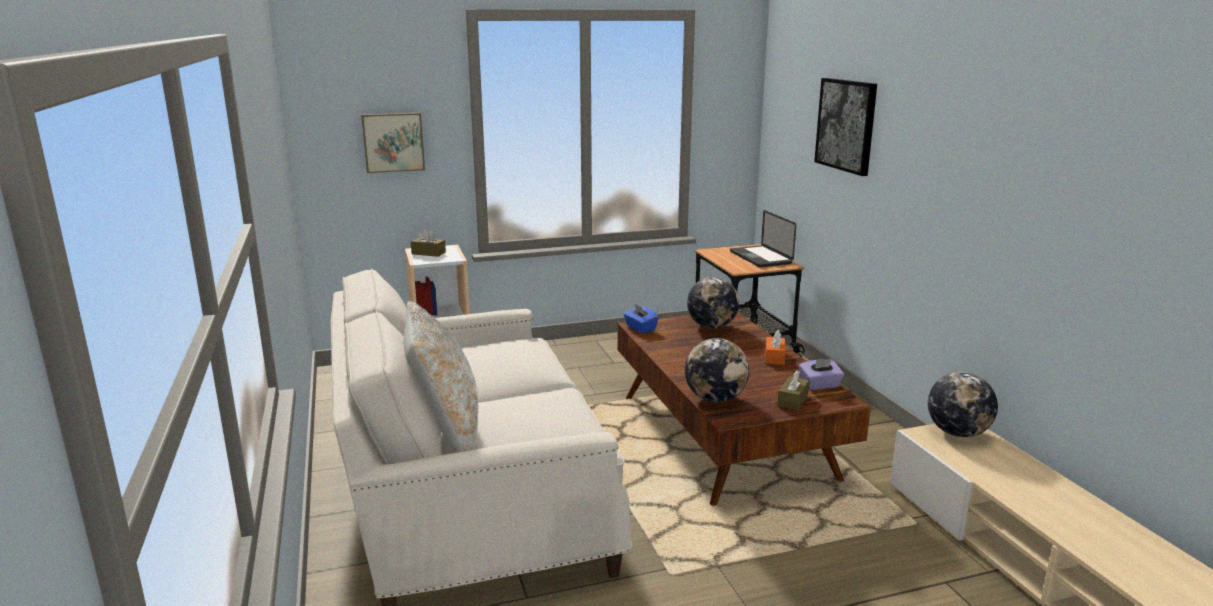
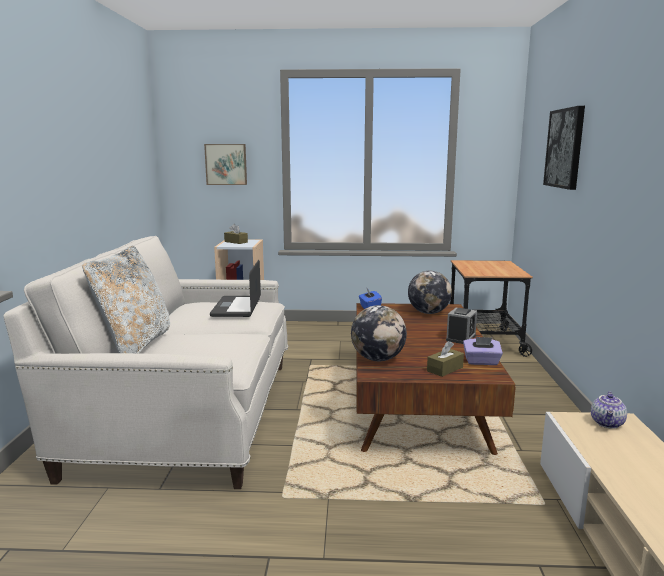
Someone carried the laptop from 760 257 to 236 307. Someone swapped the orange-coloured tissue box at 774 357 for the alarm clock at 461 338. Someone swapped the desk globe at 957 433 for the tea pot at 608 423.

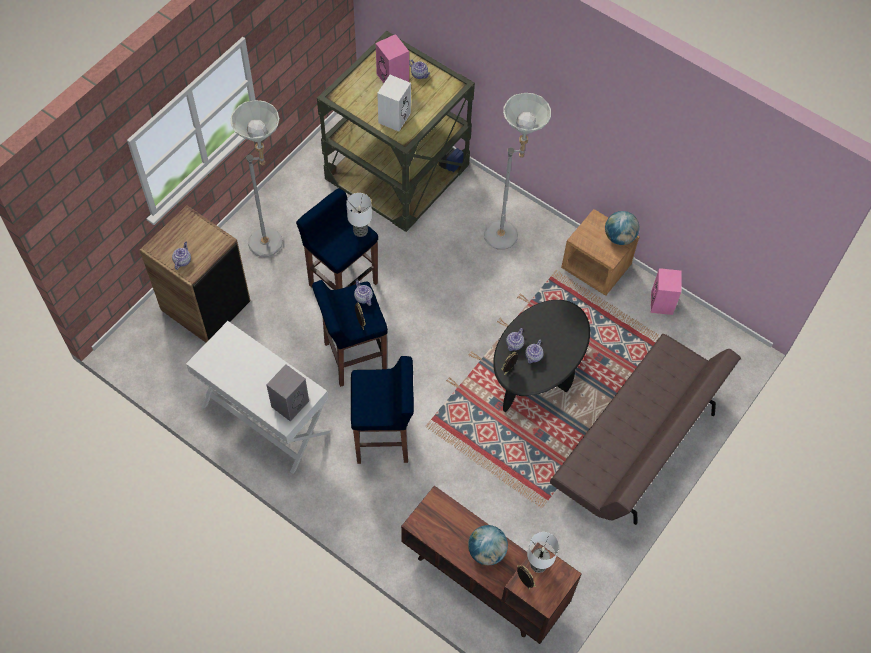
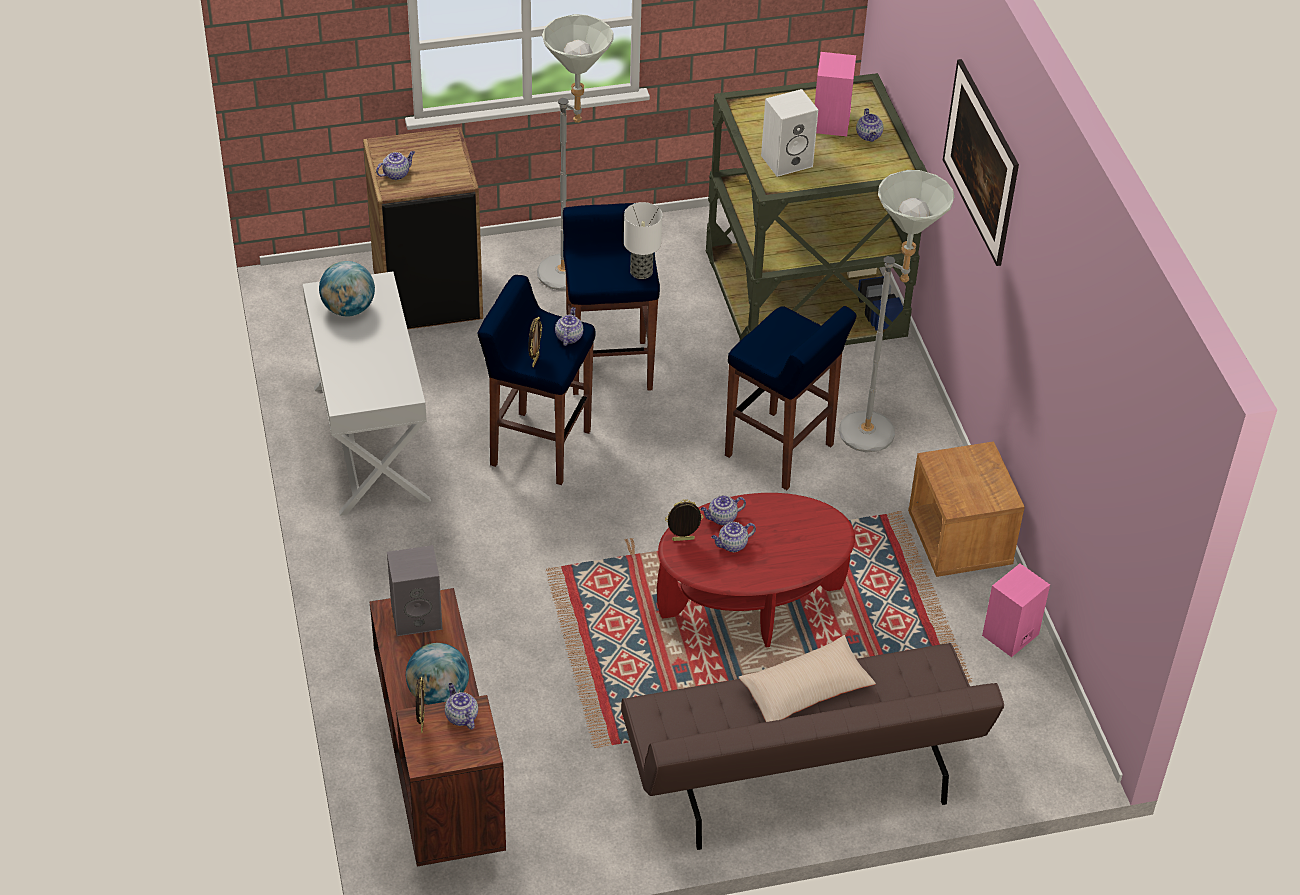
Someone carried the desk globe from 619 237 to 348 309. Someone repainted the blackish coffee table at 537 372, which became the reddish coffee table at 751 603. Someone carried the blue stool from 383 438 to 780 451. Someone carried the greyish speaker from 290 403 to 418 616. Someone swapped the table lamp at 538 564 for the tea pot at 461 716. Someone put up the picture at 977 186. Someone put down the beige-coloured cushion at 806 690.

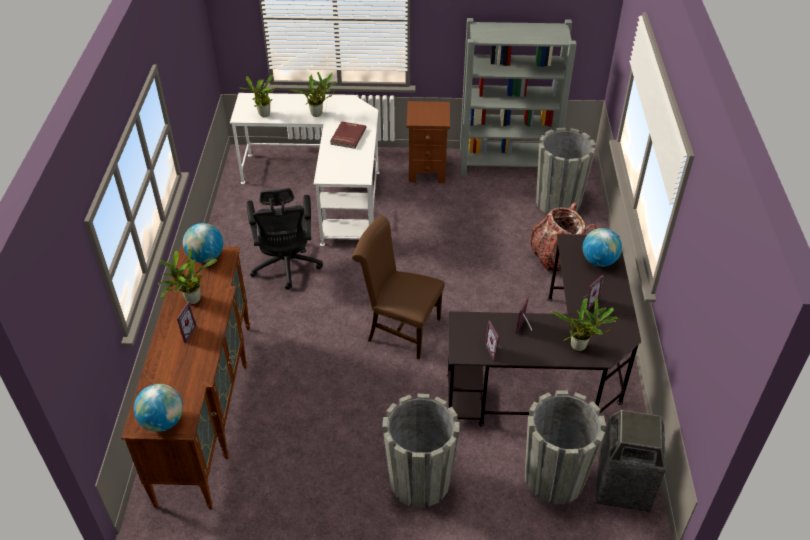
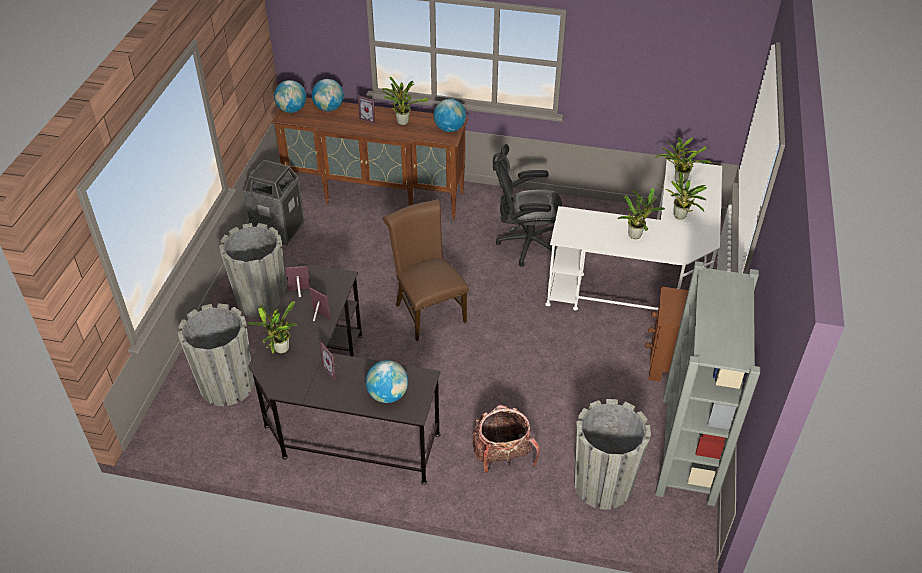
Someone swapped the reddish book at 347 136 for the potted plant at 636 235. Someone rotated the brown-coloured plain chair at 399 329 by 60 degrees counterclockwise. Someone carried the trash can from 622 486 to 279 229. Someone put down the desk globe at 329 108.

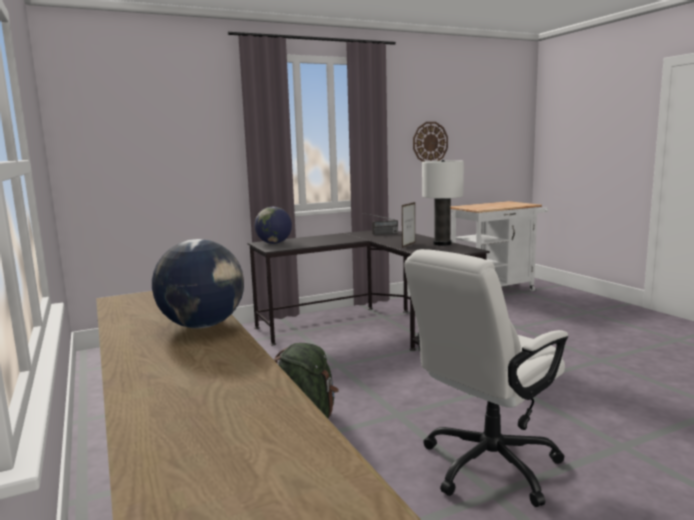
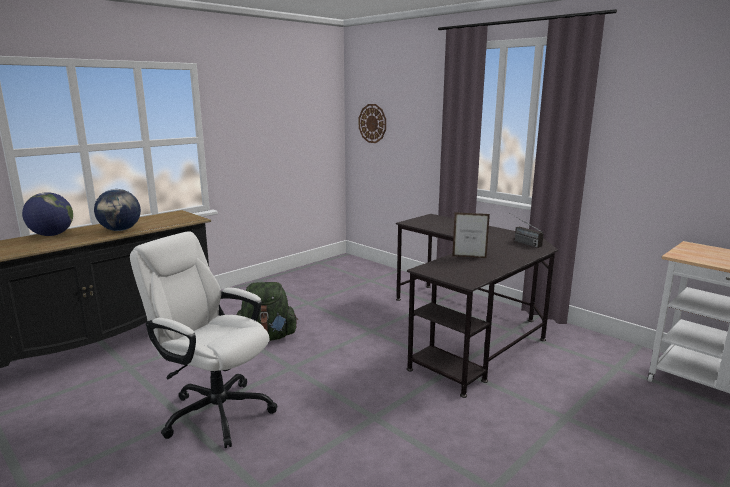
Someone carried the wall clock from 430 142 to 372 123. Someone took away the whitish table lamp at 442 244. Someone carried the desk globe from 274 243 to 52 235.

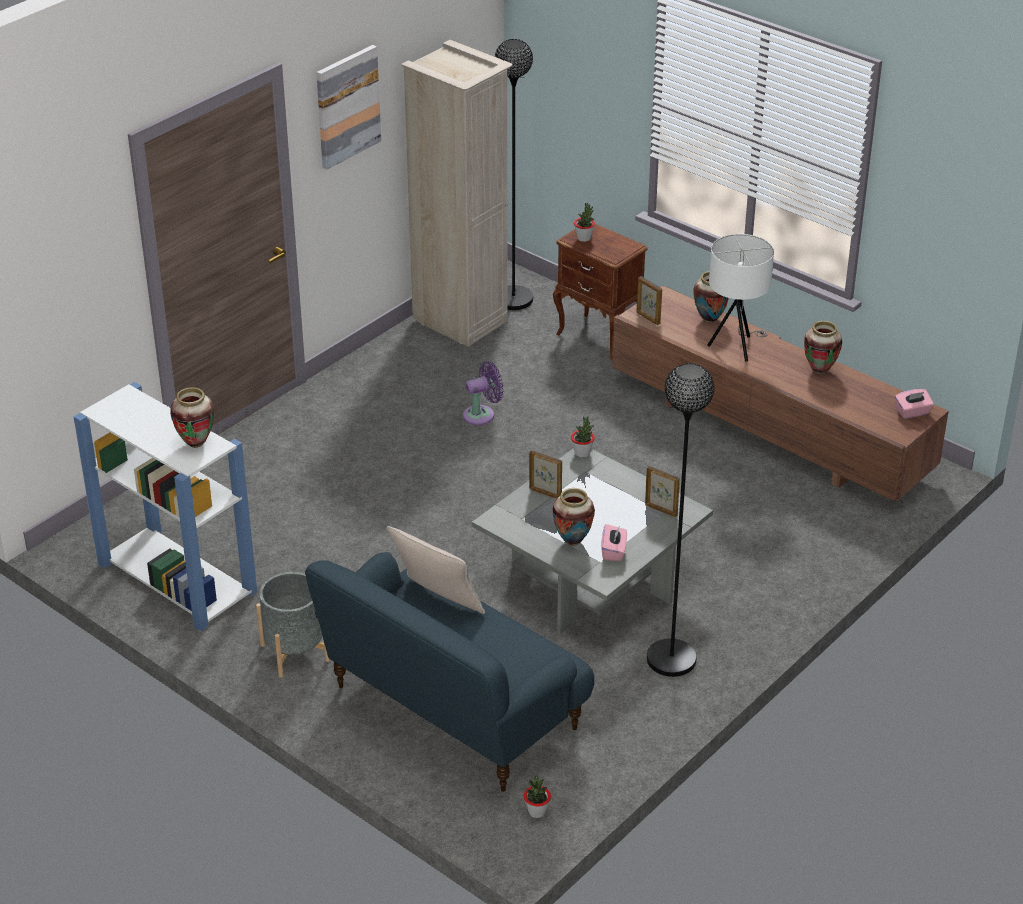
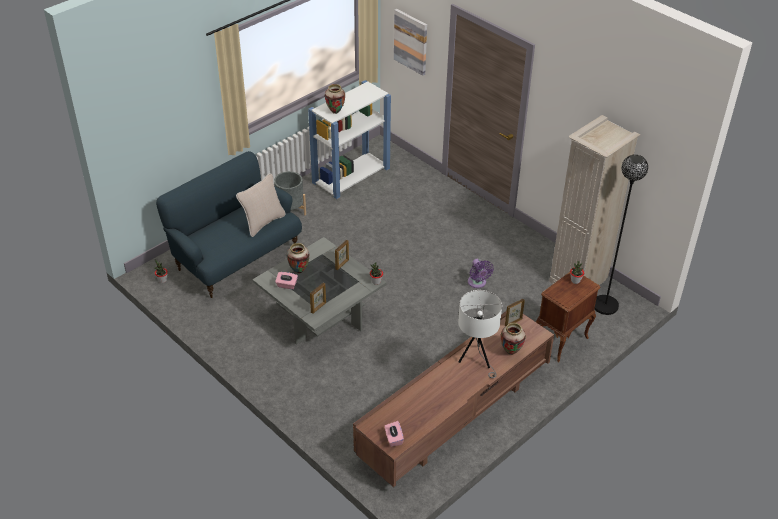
Someone carried the picture from 347 106 to 411 41. Someone took away the flower vase at 820 370. Someone took away the blackish floor lamp at 671 659.

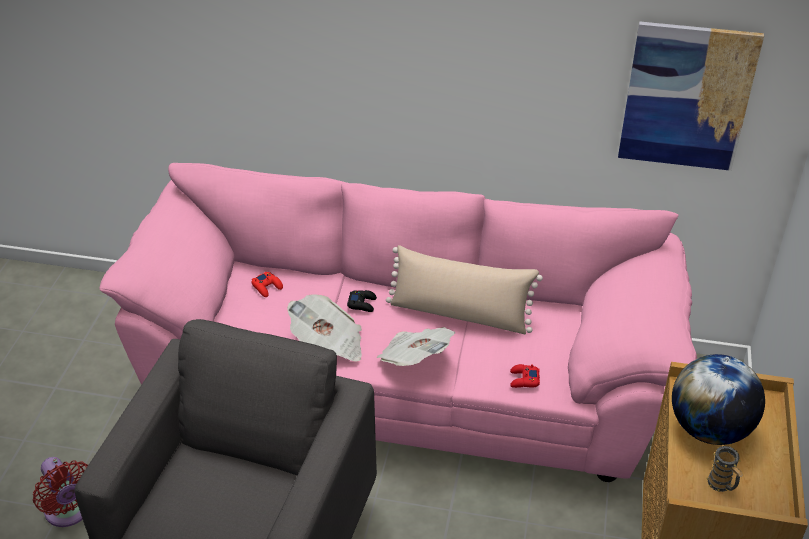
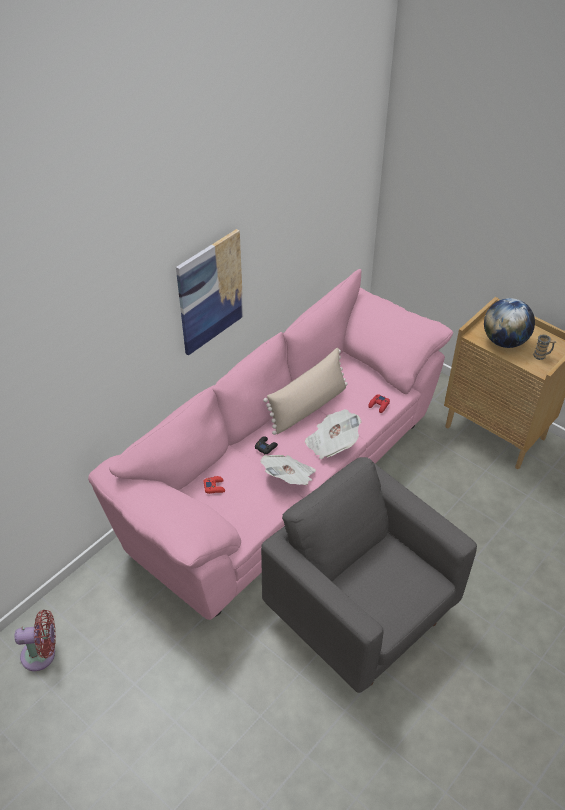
Someone carried the picture from 687 97 to 210 292. Someone carried the reddish fan from 70 512 to 42 655.

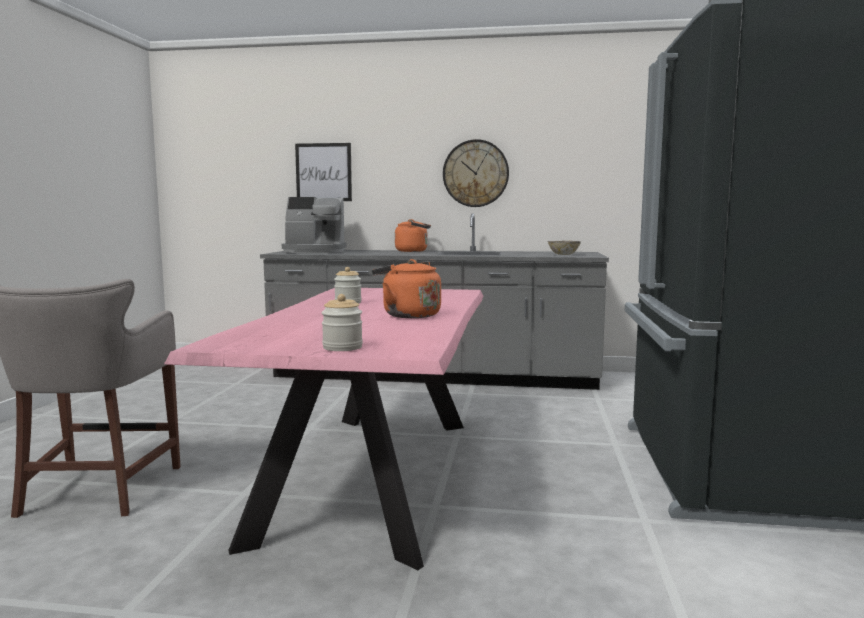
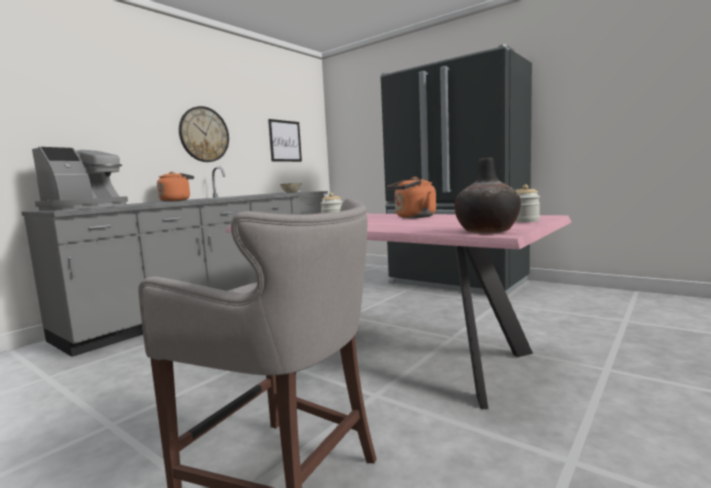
Someone carried the picture from 323 172 to 285 141. Someone put down the flower vase at 487 231.

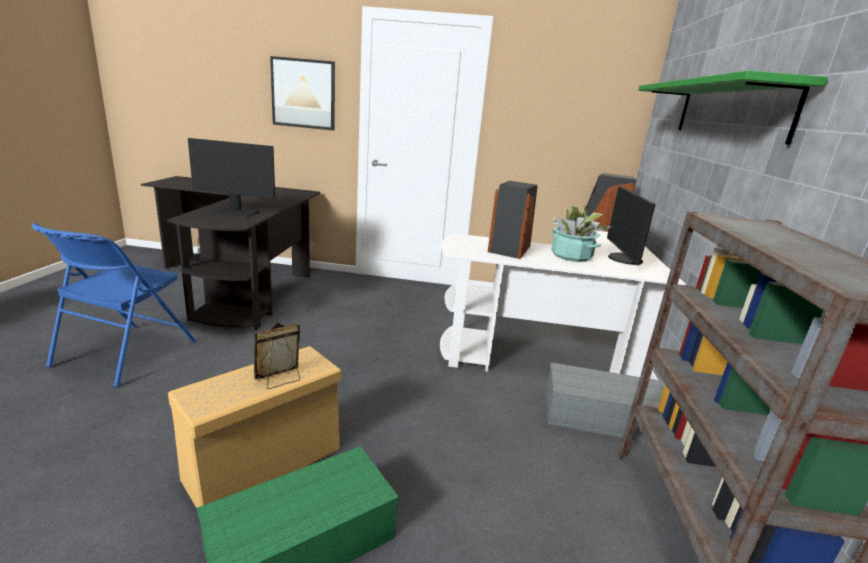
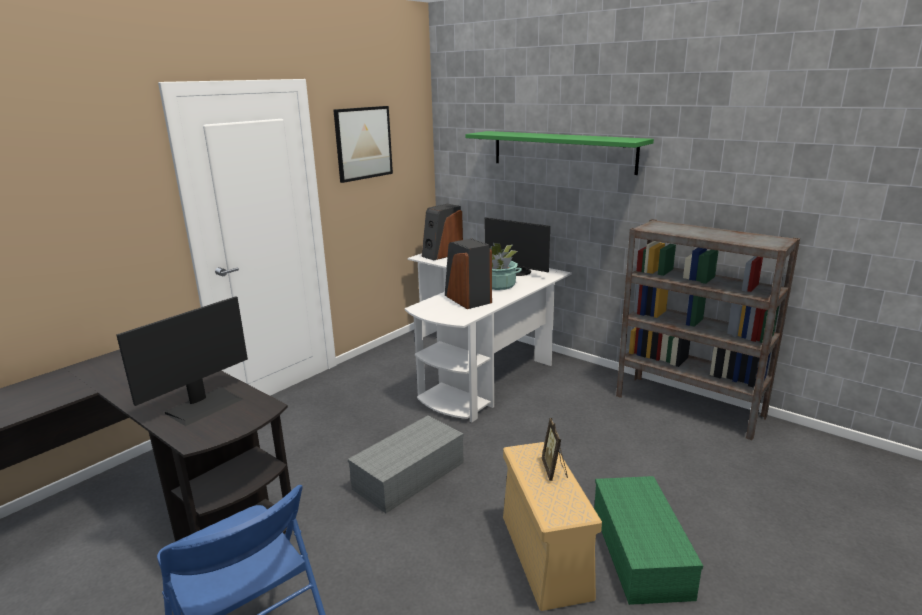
Someone carried the picture from 303 94 to 363 143. Someone carried the greyish storage bin from 600 418 to 408 476.

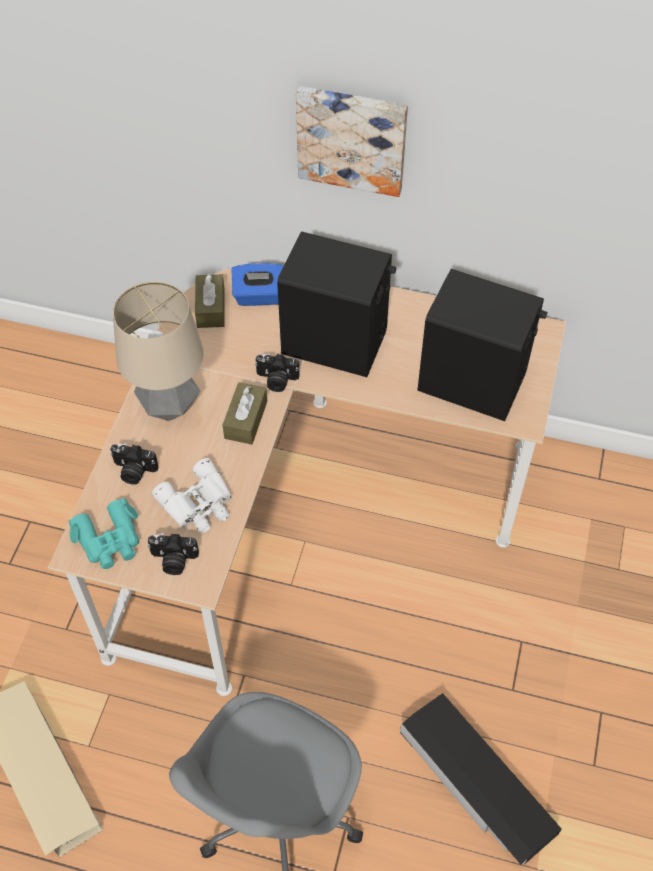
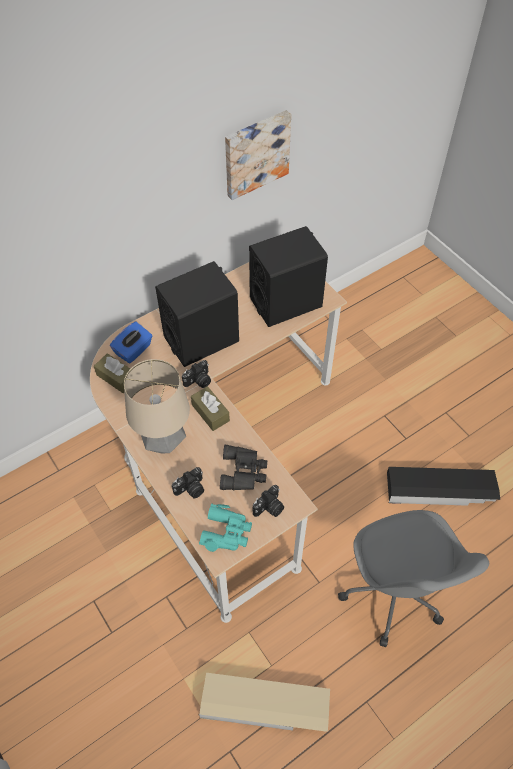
Someone carried the picture from 352 138 to 255 153. Someone repainted the whitish field glasses at 199 504, which became the blackish field glasses at 244 471.

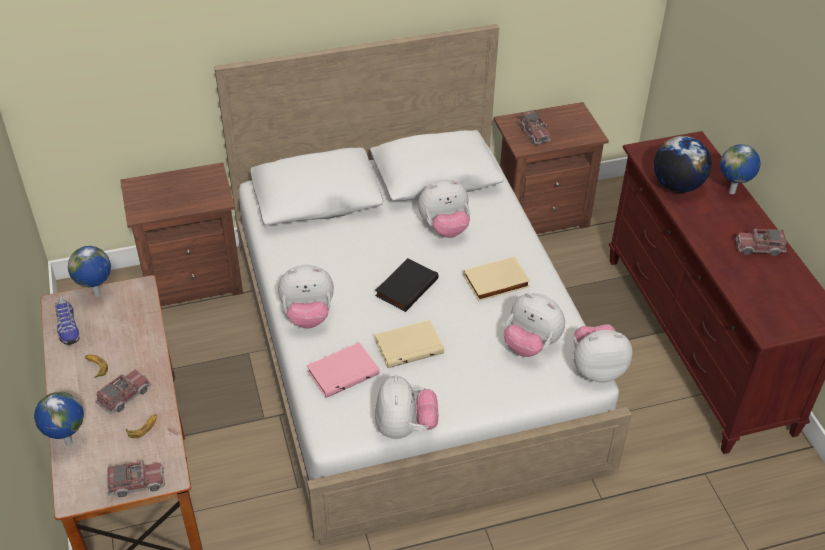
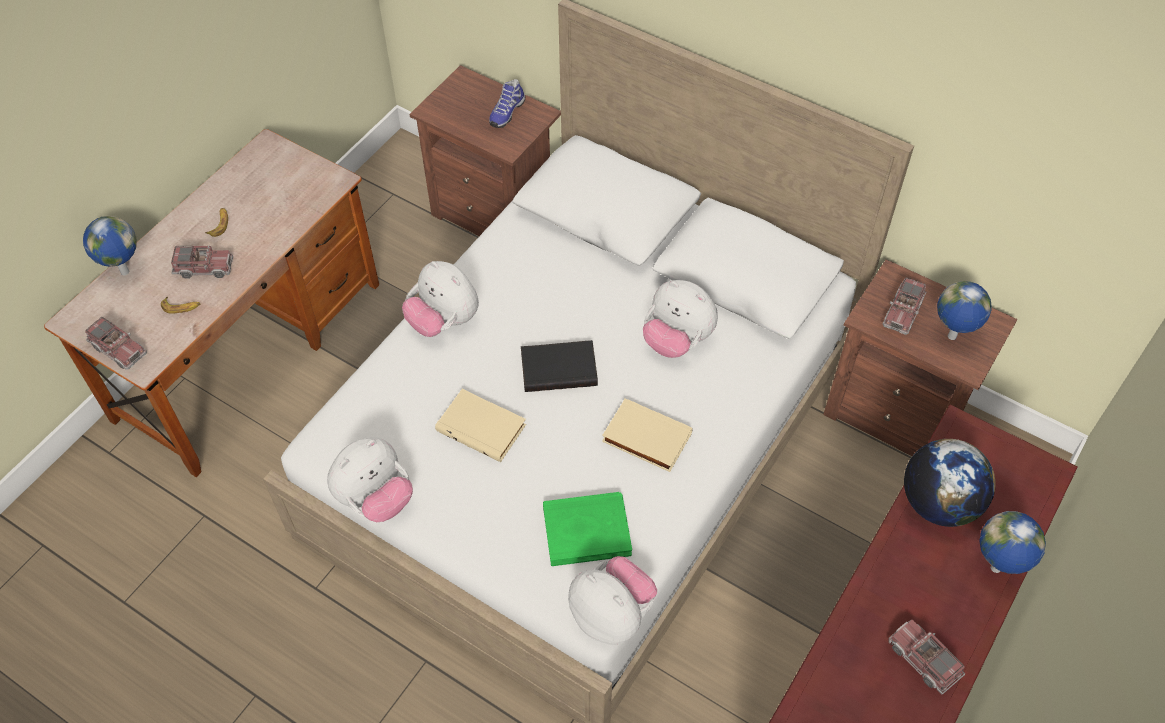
Someone carried the desk globe from 97 294 to 952 337. Someone swapped the cuddly toy at 530 344 for the green book at 586 530. Someone carried the low shoe from 67 329 to 506 112. Someone took away the pinkish book at 342 371.

